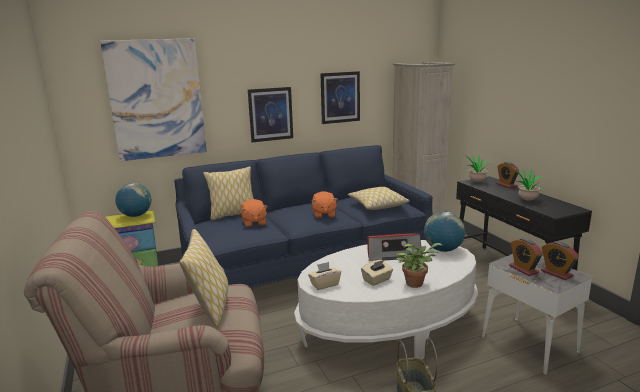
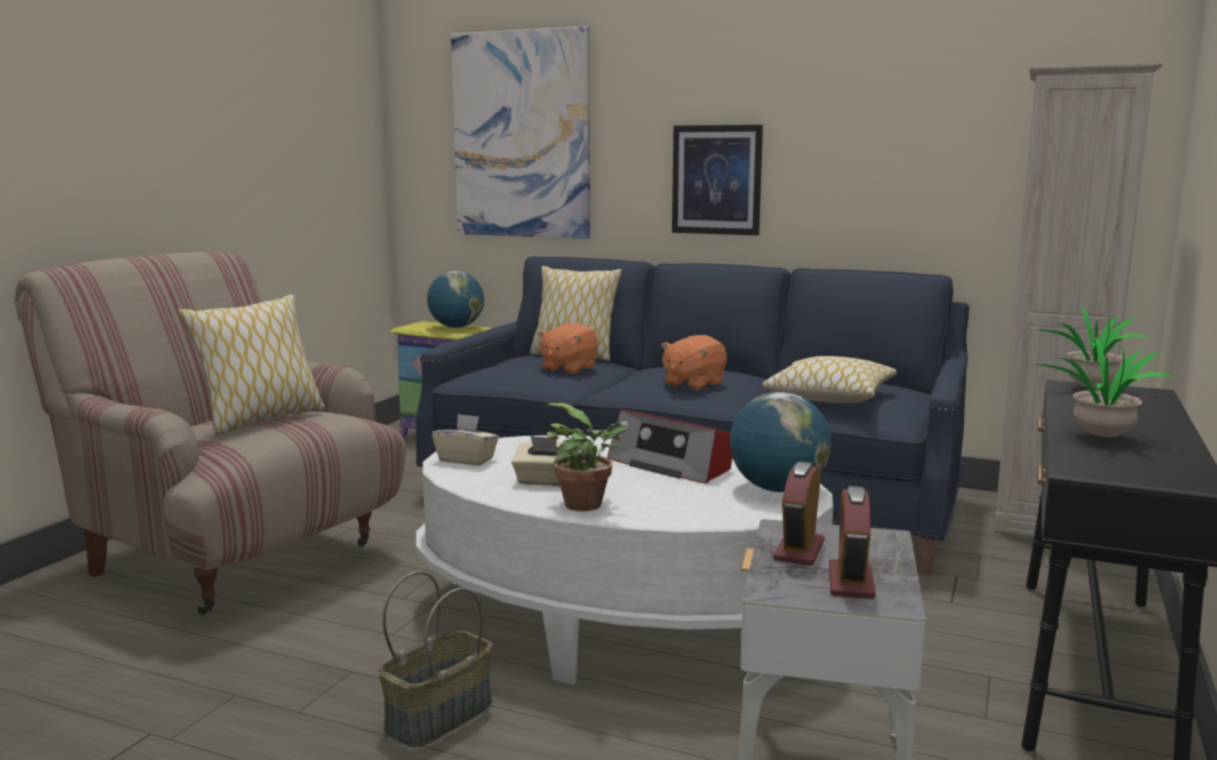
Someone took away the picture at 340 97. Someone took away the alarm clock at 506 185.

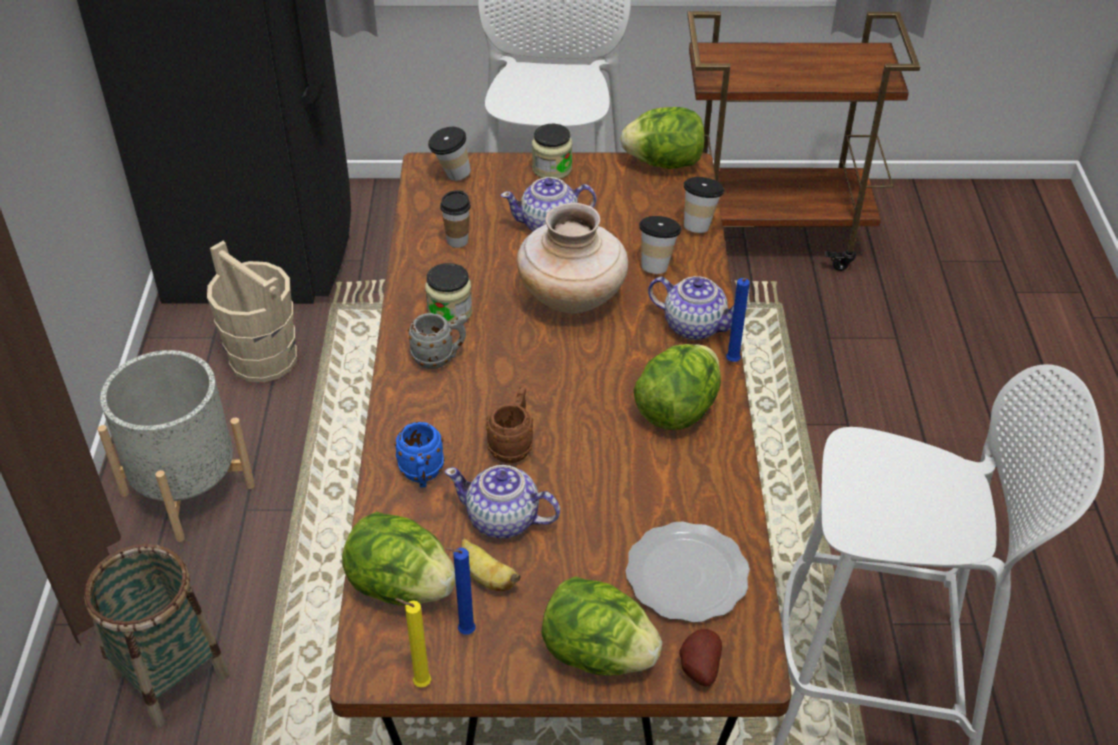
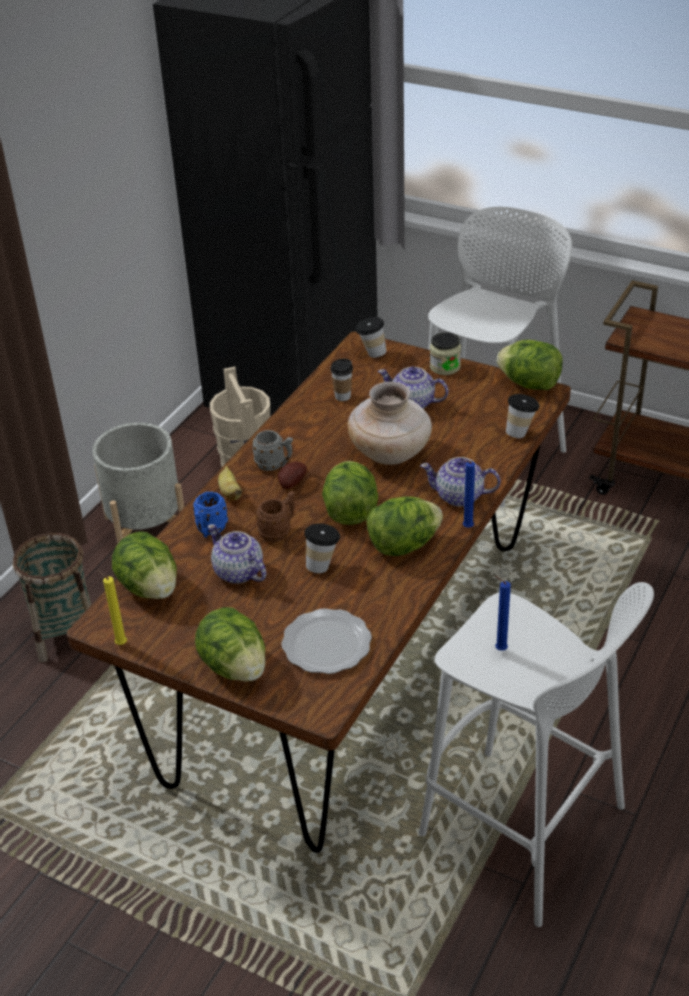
Someone carried the small cup from 657 264 to 323 565. Someone took away the preserve jar at 450 312. Someone rotated the tea pot at 693 325 by 135 degrees clockwise. Someone carried the banana from 486 577 to 230 492. Someone carried the blue candle from 464 632 to 499 649. Someone carried the whole potato from 697 668 to 291 484. Someone put down the head of lettuce at 350 511.

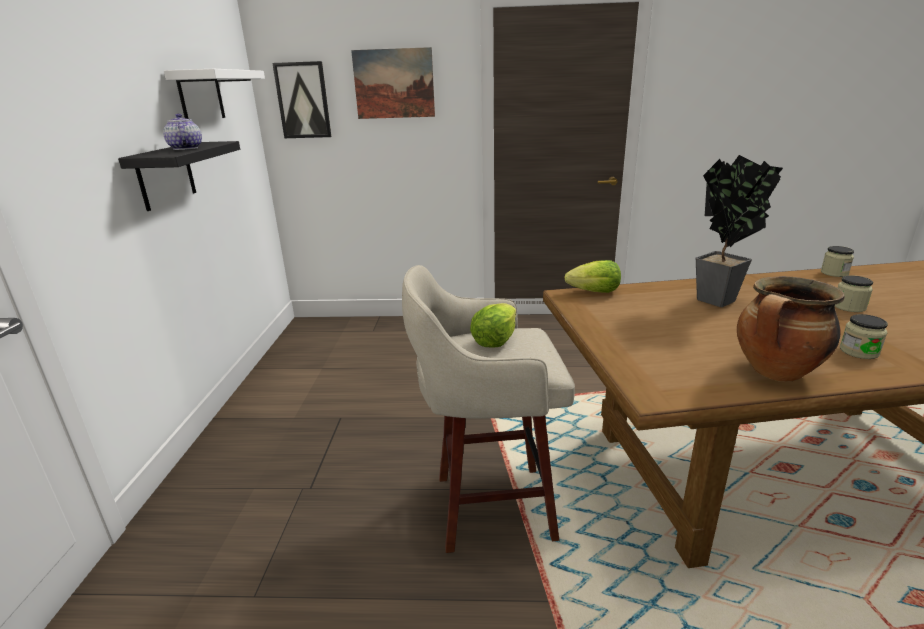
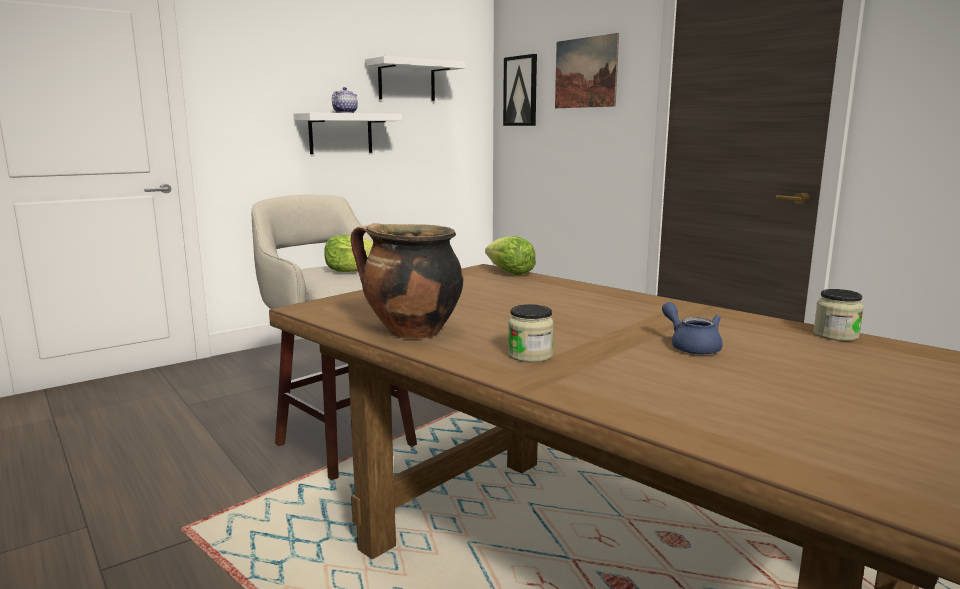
Someone repainted the blackish bracket shelf at 166 175, which became the whitish bracket shelf at 340 133. Someone took away the potted plant at 719 302. Someone swapped the preserve jar at 849 307 for the blue tea pot at 691 346.

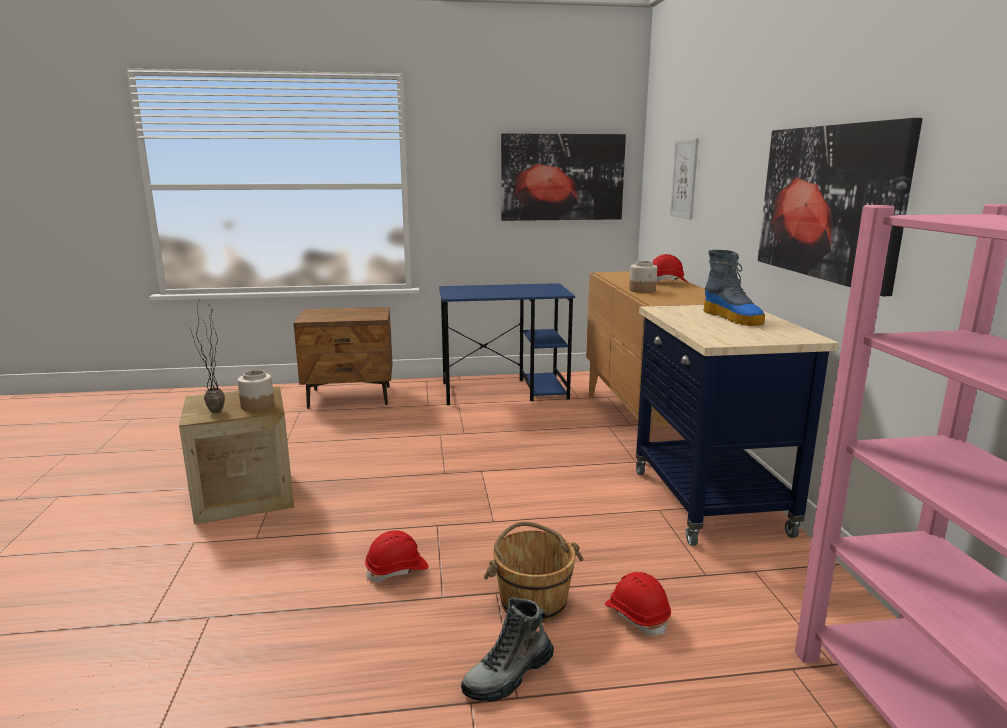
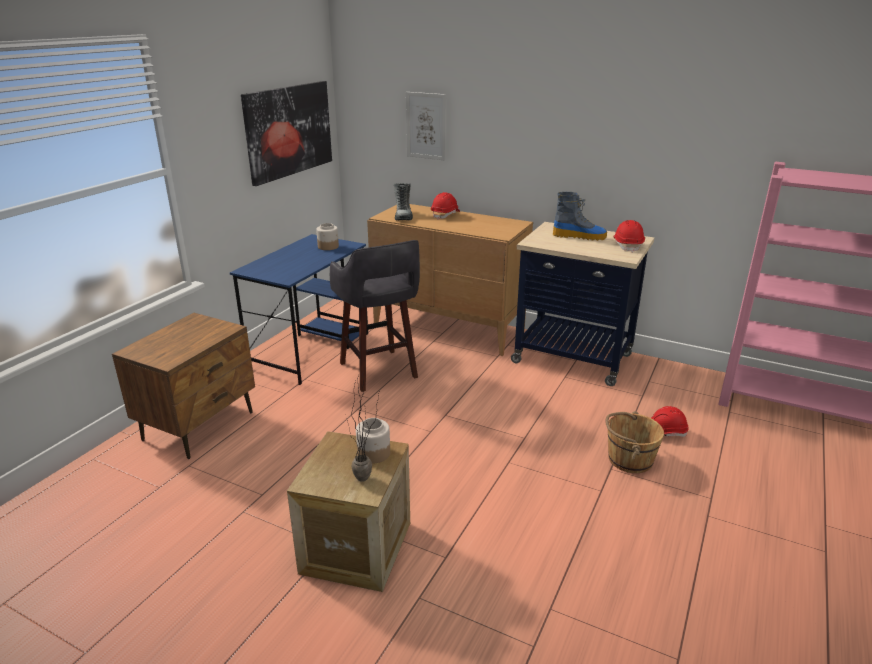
Someone took away the picture at 828 203. Someone carried the preserve jar from 642 290 to 328 247. Someone carried the reddish safety helmet from 397 570 to 627 245. Someone carried the high-top boot from 508 675 to 403 216. Someone put down the greyish stool at 379 372.

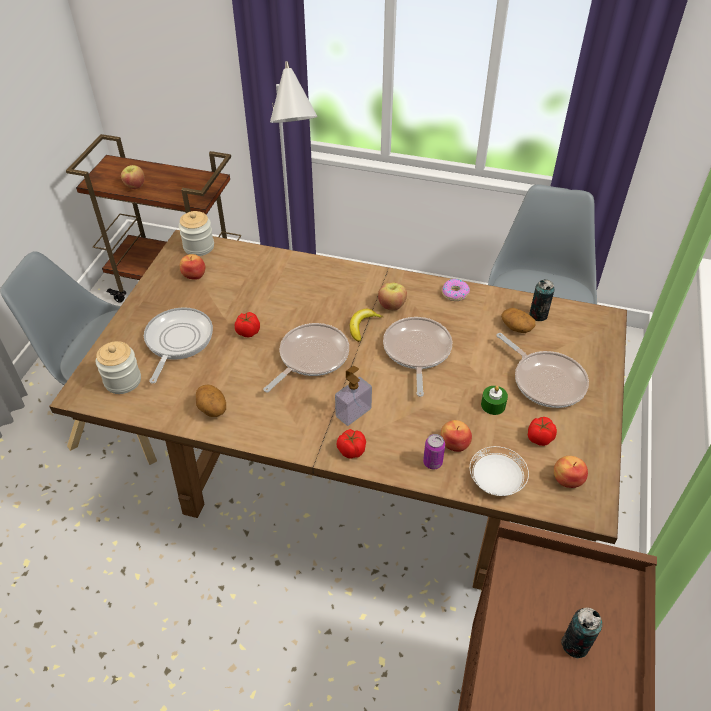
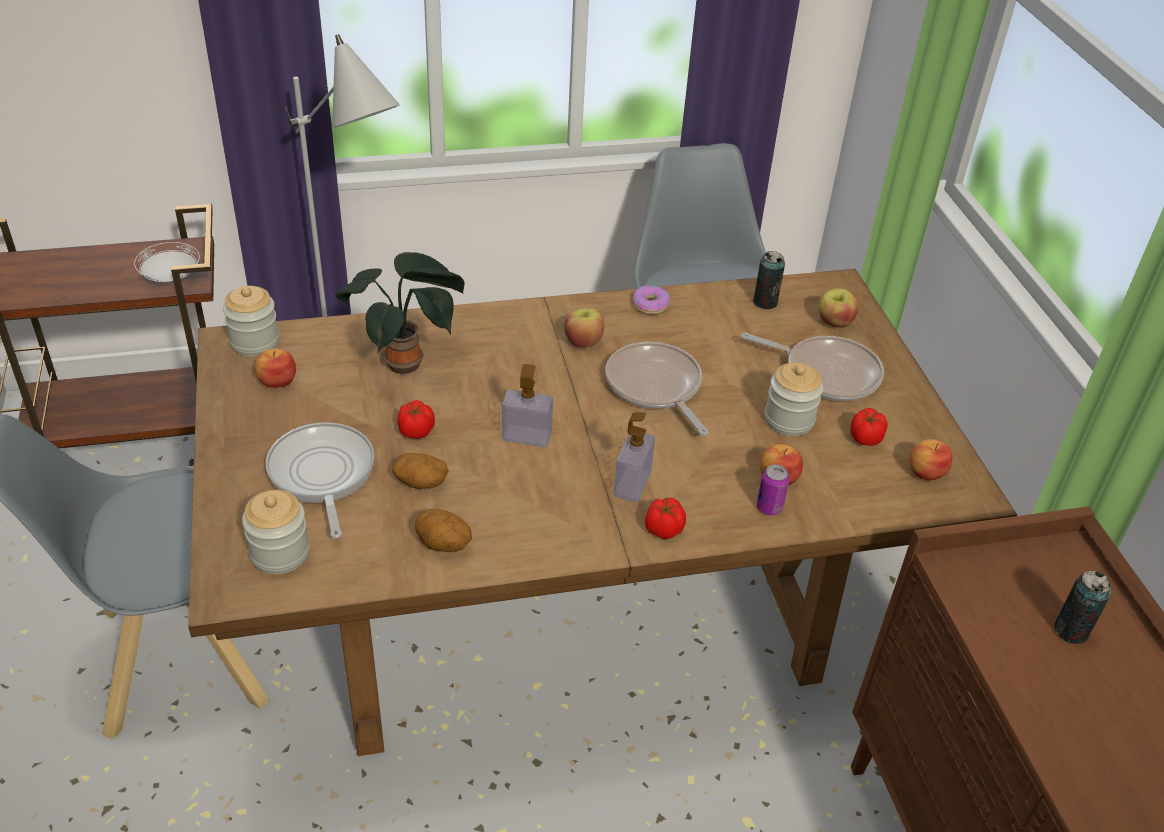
Someone carried the apple from 135 186 to 834 322. Someone carried the whole potato from 516 327 to 420 481. Someone took away the banana at 362 326. Someone swapped the skillet at 311 357 for the soap dispenser at 527 436. Someone swapped the green candle at 493 405 for the preserve jar at 789 419. Someone carried the whitish dinner plate from 496 481 to 170 277. Someone put down the potted plant at 407 363.

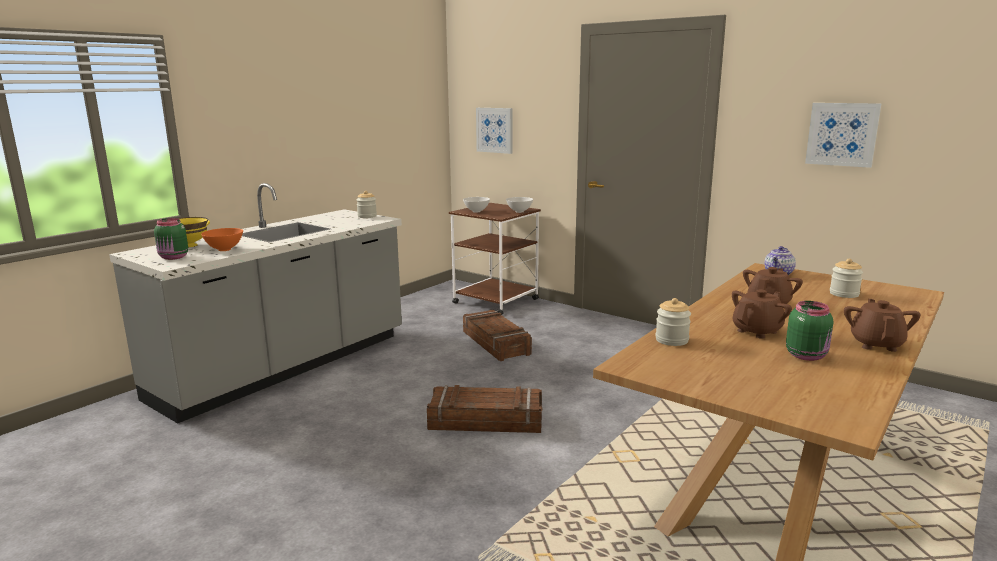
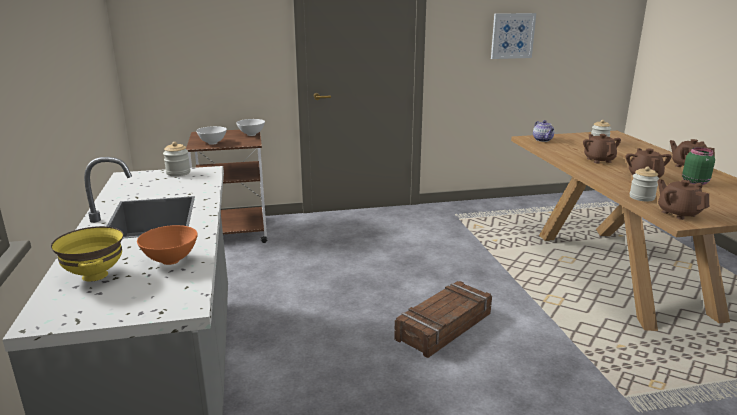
Someone took away the picture at 495 130. Someone took away the green preserve jar at 174 257. Someone took away the packing crate at 496 343. Someone put down the brown-coloured tea pot at 678 213.

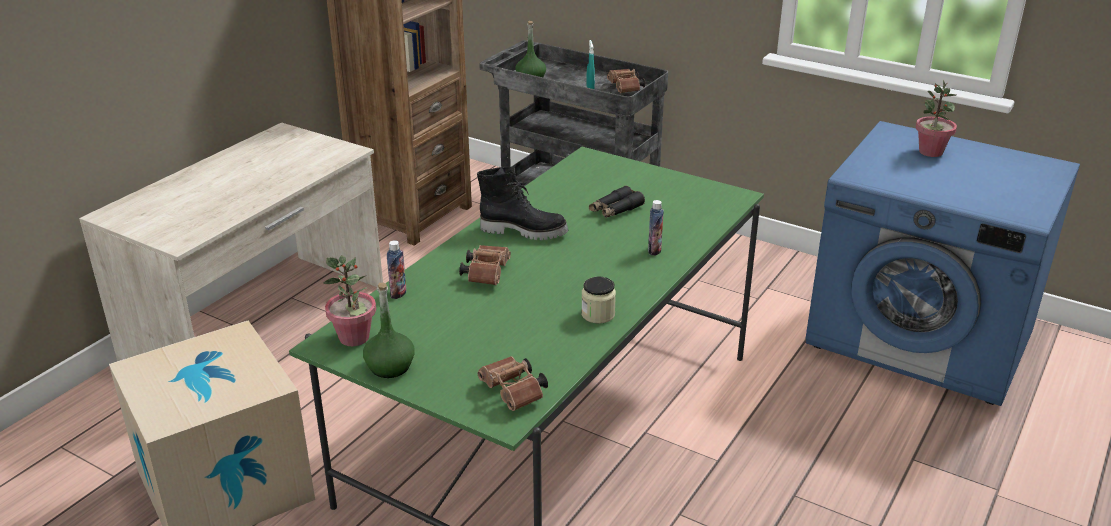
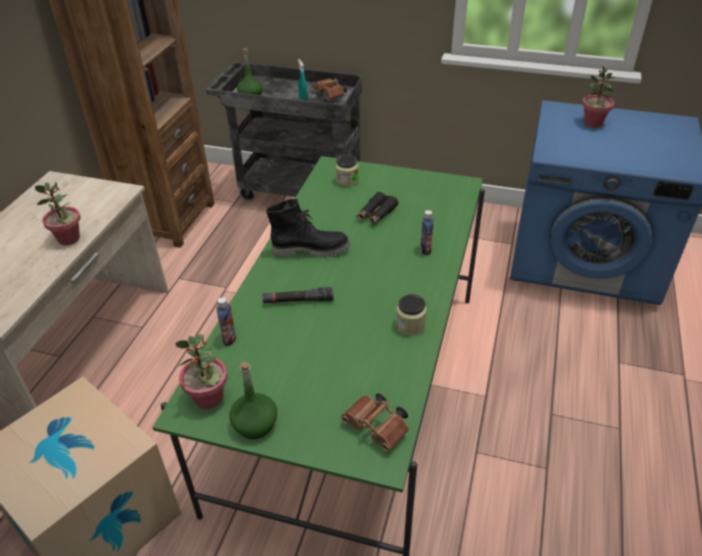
Someone swapped the brown-coloured field glasses at 486 273 for the blackish torch at 298 301. Someone put down the preserve jar at 347 180. Someone put down the potted plant at 69 239.

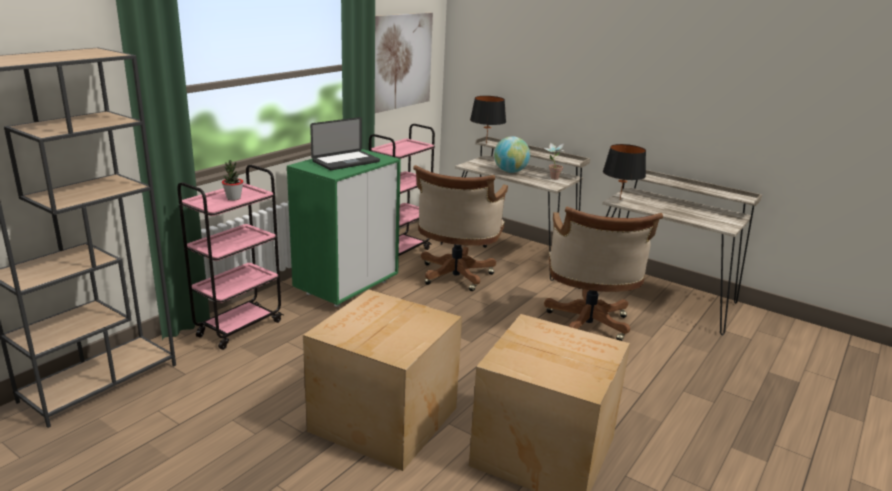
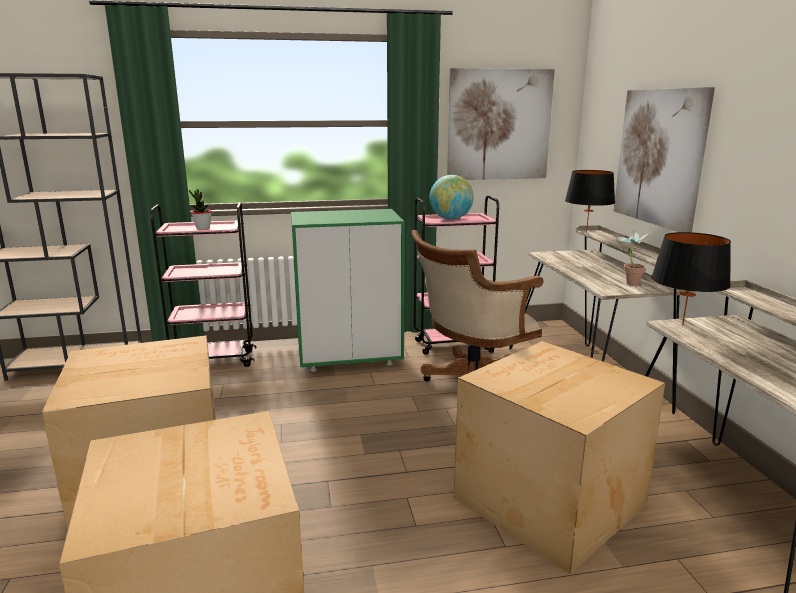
Someone took away the laptop at 346 162. Someone carried the desk globe from 510 171 to 450 219. Someone swapped the desk chair at 589 324 for the packing box at 545 501. Someone put up the picture at 659 157.

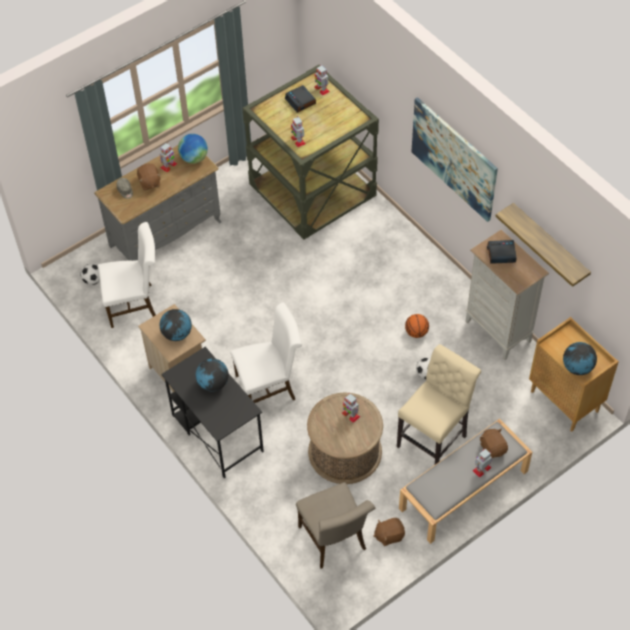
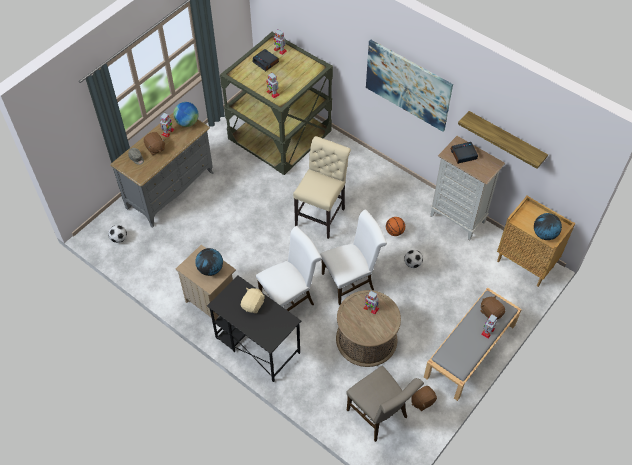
Someone carried the whitish plain chair from 135 304 to 351 280. Someone carried the beige-coloured stool from 434 439 to 322 215. Someone swapped the desk globe at 213 383 for the beige-coloured cuddly toy at 253 305.

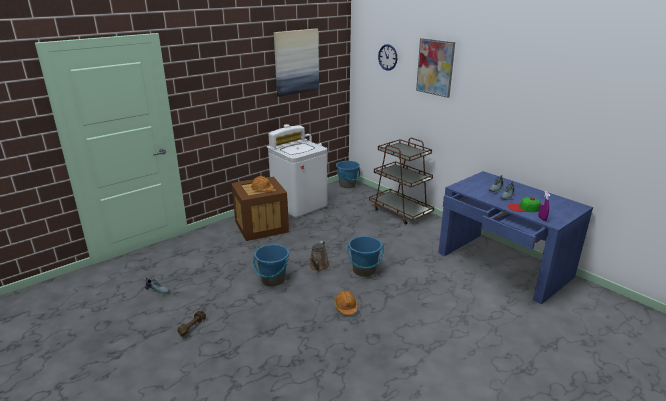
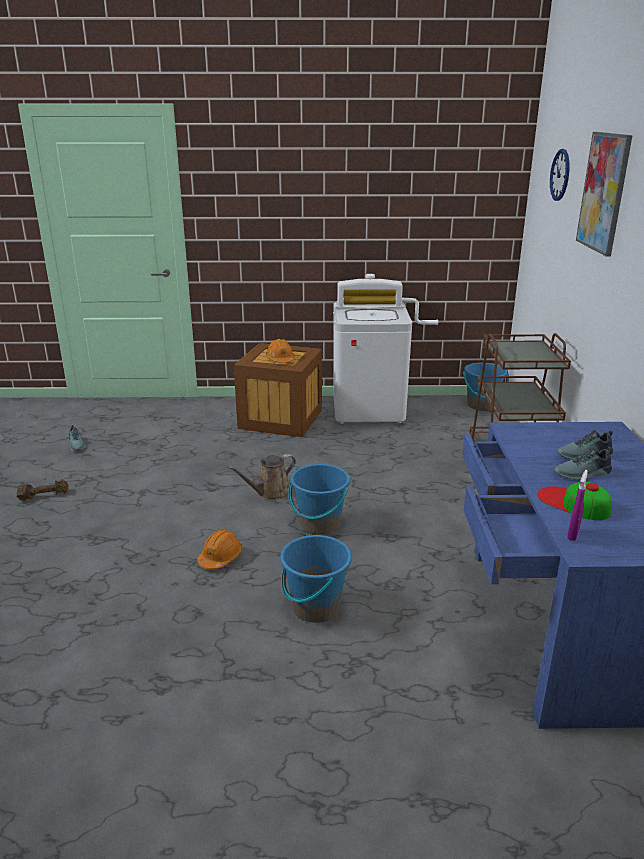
Someone took away the picture at 296 62. Someone carried the blue pail from 273 280 to 315 607.

